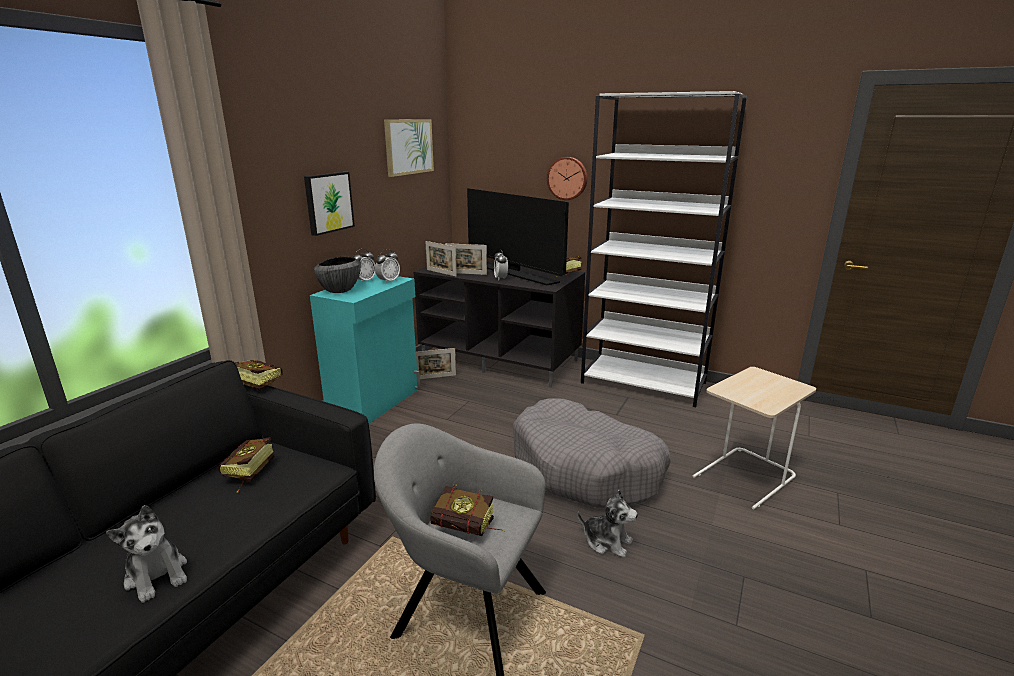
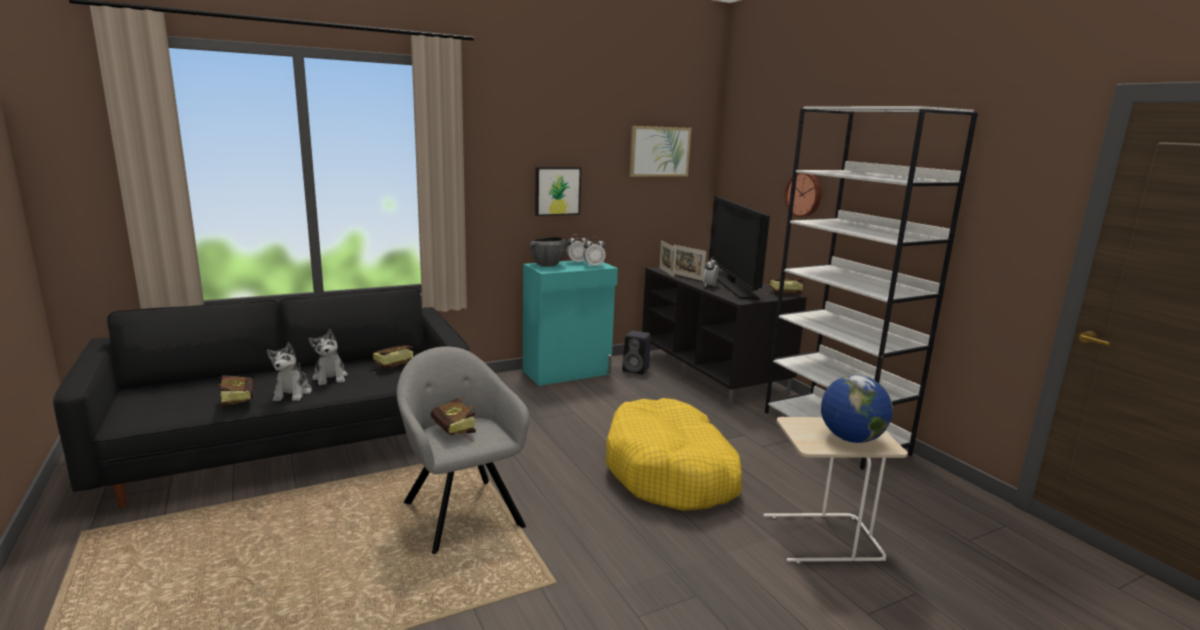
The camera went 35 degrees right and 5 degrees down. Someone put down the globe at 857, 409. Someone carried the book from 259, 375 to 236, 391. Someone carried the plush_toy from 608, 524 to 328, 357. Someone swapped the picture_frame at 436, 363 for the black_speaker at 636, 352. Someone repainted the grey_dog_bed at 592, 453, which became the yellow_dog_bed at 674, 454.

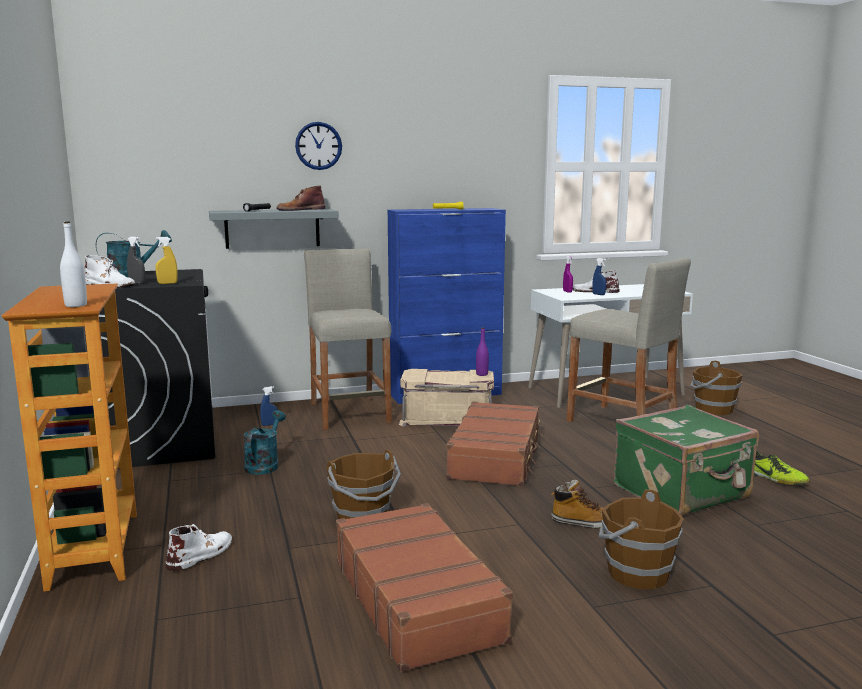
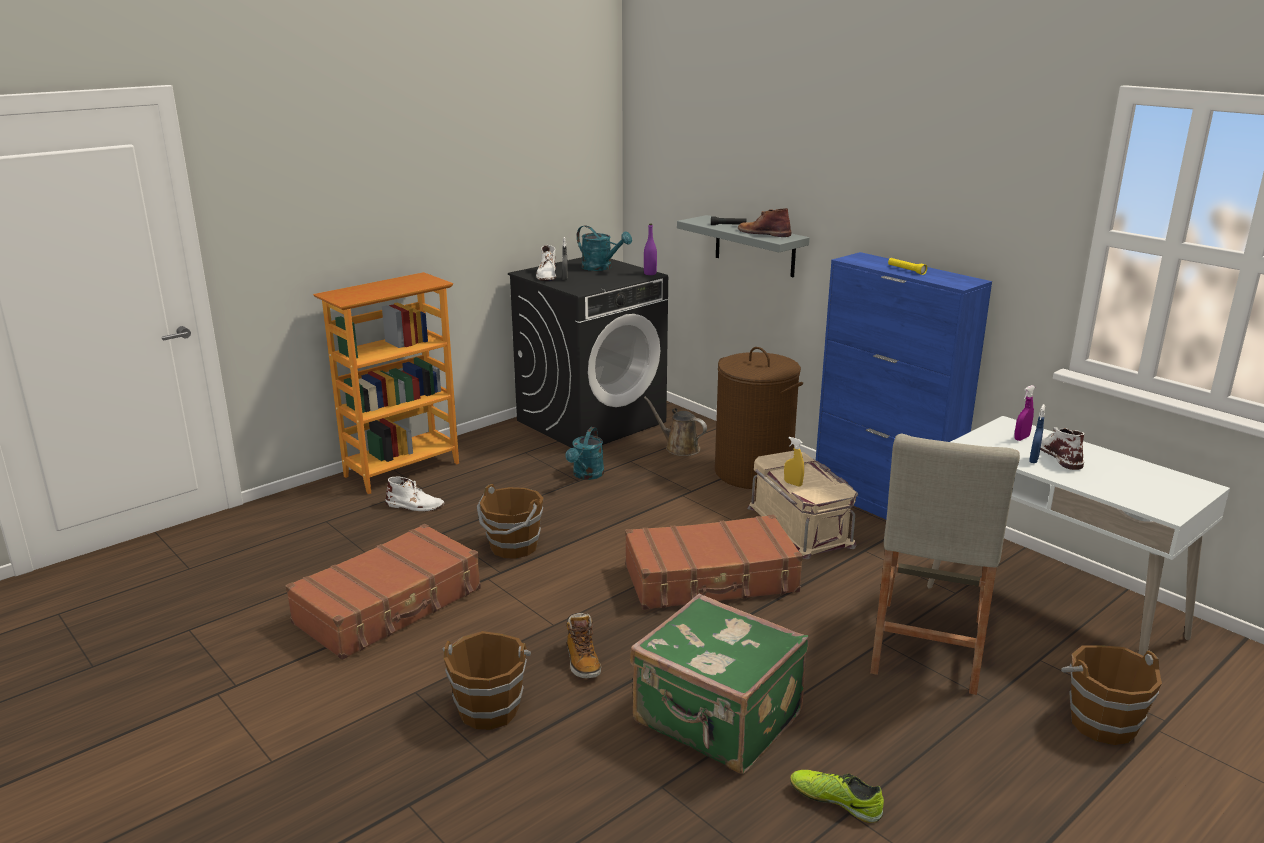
The camera went 65 degrees right and 10 degrees up. Someone took away the white_bottle at 73, 264. Someone took away the wall_clock at 318, 146. Someone carried the yellow_spray_bottle from 166, 260 to 794, 462. Someone carried the purple_bottle from 482, 352 to 650, 249. Someone swapped the blue_spray_bottle at 268, 406 for the brown_watering_can at 675, 426. Someone swapped the beige_stool at 347, 339 for the brown_laundry_basket at 759, 418. Someone rotated the turquoise_watering_can at 265, 442 by 120 degrees clockwise. Someone rotated the shoe at 782, 467 by 90 degrees clockwise.

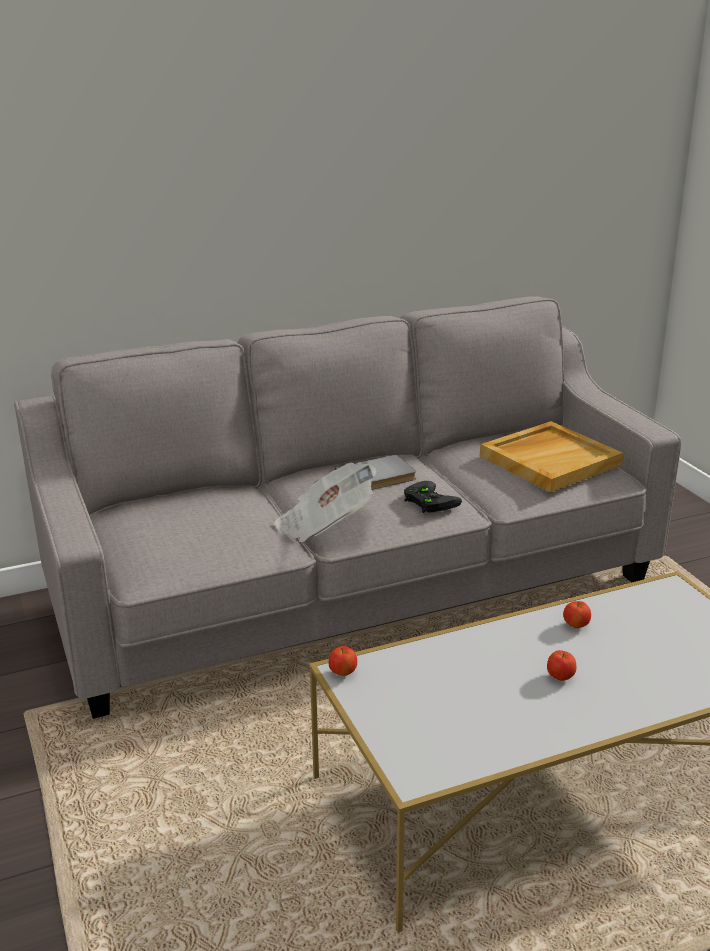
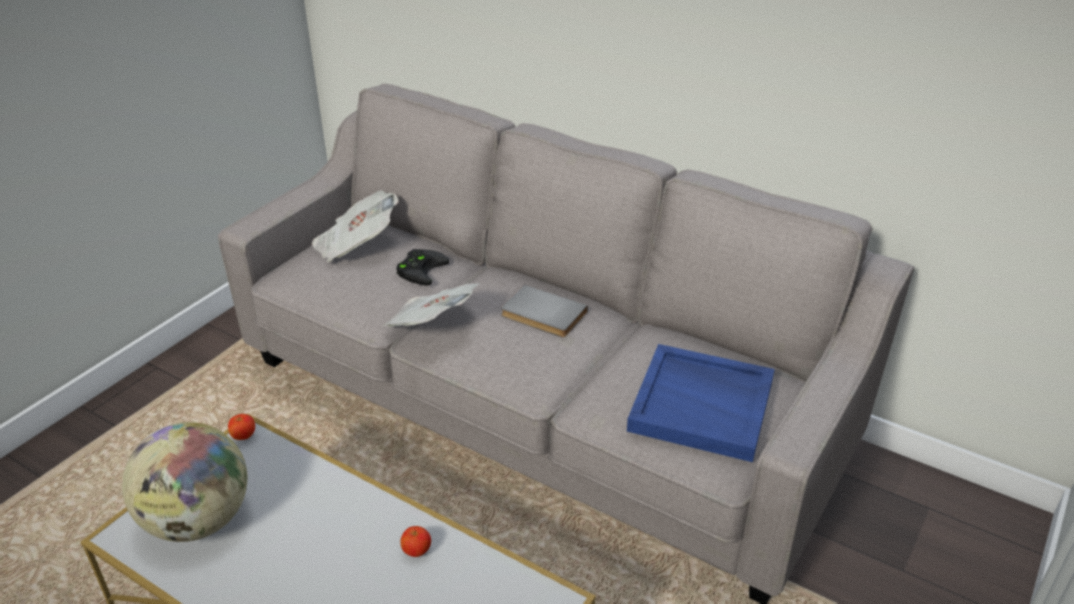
The camera went 55 degrees right and 10 degrees up. Someone took away the apple at 561, 665. Someone put down the globe at 184, 482. Someone put down the newspaper at 355, 226. Someone carried the black_game_controller from 433, 497 to 422, 267. Someone repainted the beige_tray at 551, 456, which became the blue_tray at 701, 403.

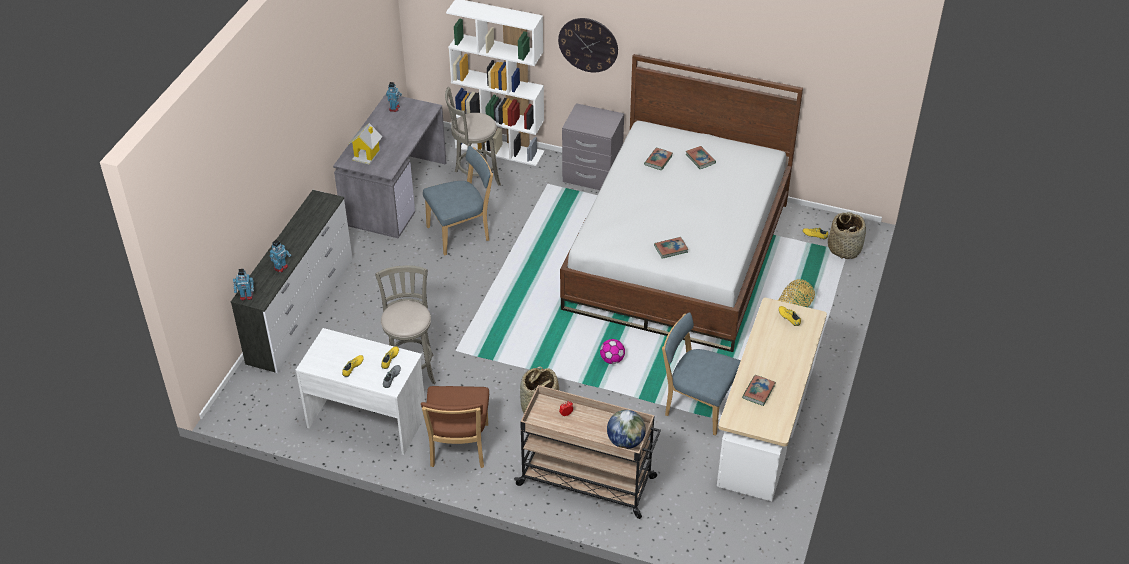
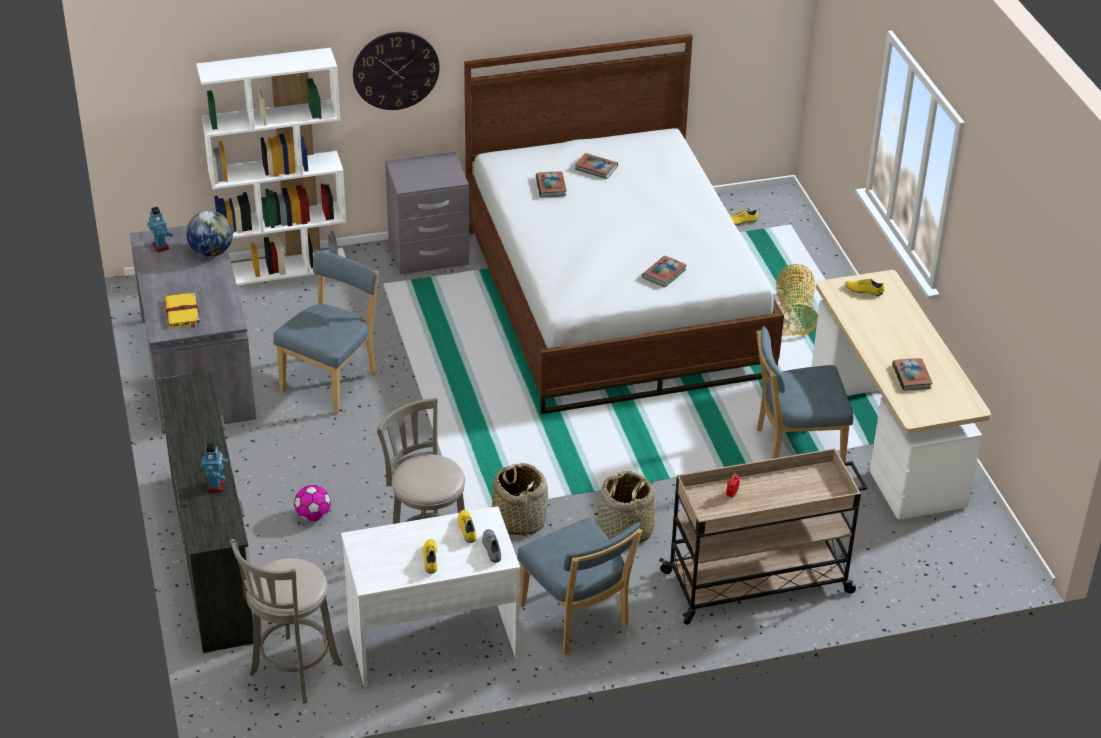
The camera went 35 degrees left and 5 degrees down. Someone took away the toy_robot at 243, 285. Someone carried the grey_stool from 473, 136 to 286, 621. Someone carried the football from 612, 351 to 312, 503. Someone carried the globe from 626, 429 to 209, 234. Someone carried the basket from 847, 235 to 520, 499. Someone swapped the toy_house at 365, 144 for the yellow_book at 183, 310. Someone repainted the brown_chair at 455, 427, which became the blue_chair at 579, 586.

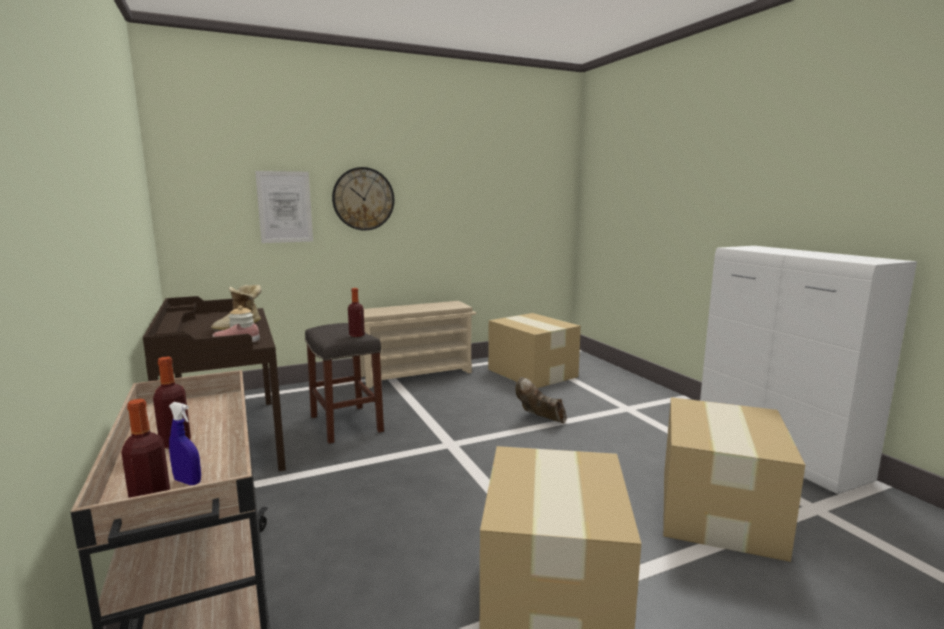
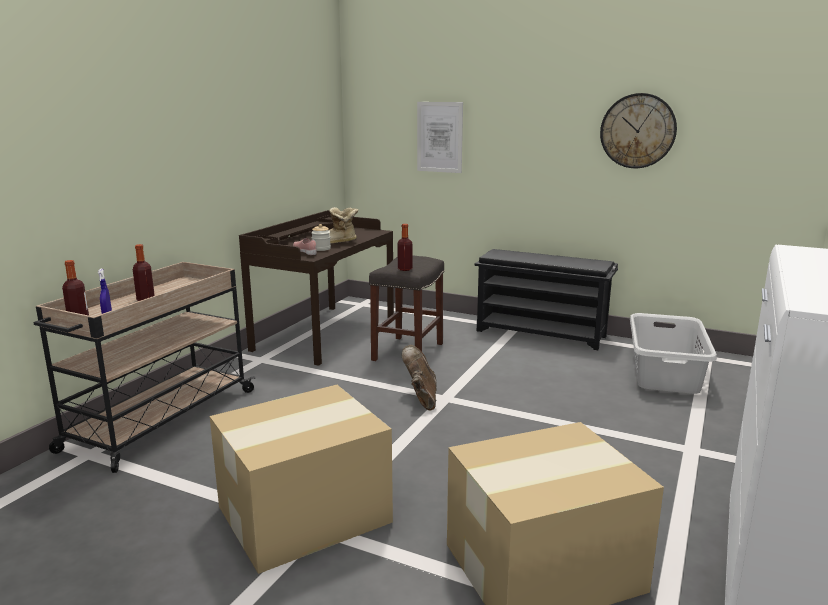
The camera went 50 degrees right and 5 degrees up. Someone carried the wall_clock from 363, 199 to 638, 130. Someone carried the brown_boot from 541, 400 to 419, 377. Someone swapped the cardboard_box at 534, 350 for the grey_laundry_basket at 673, 353. Someone repainted the beige_shoe_rack at 418, 344, which became the black_shoe_rack at 546, 299.

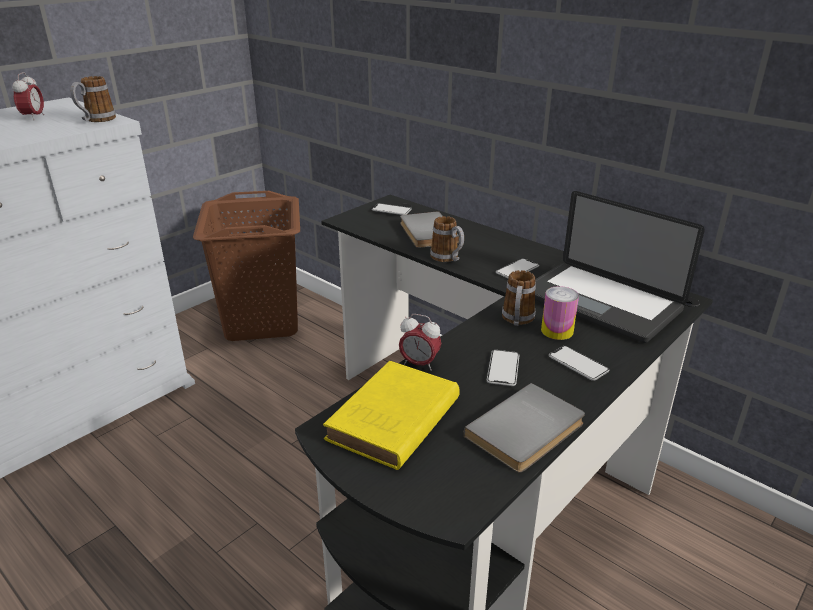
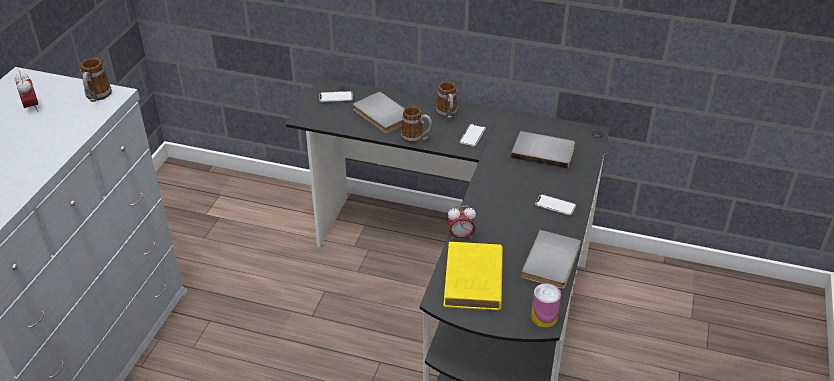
The camera went 25 degrees left and 10 degrees up. Someone took away the brown_laundry_basket at 246, 266. Someone took away the phone at 503, 368. Someone carried the mug from 519, 298 to 447, 100. Someone carried the can from 560, 313 to 546, 305. Someone swapped the laptop at 620, 267 for the grey_book at 543, 150.

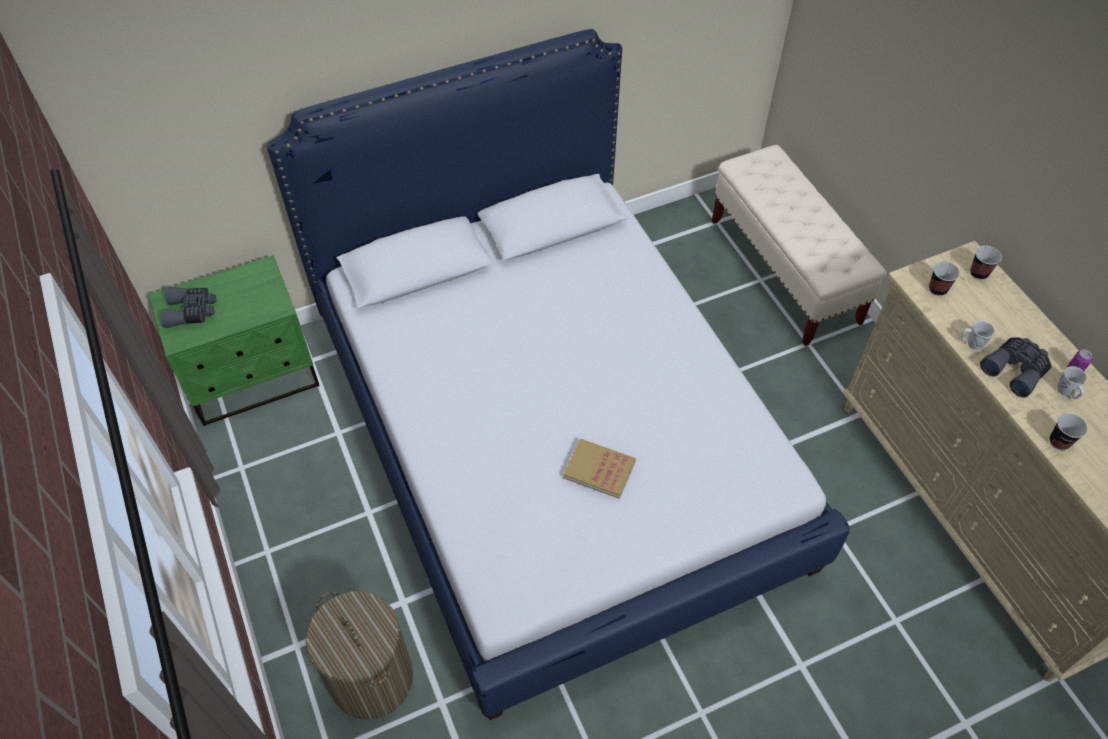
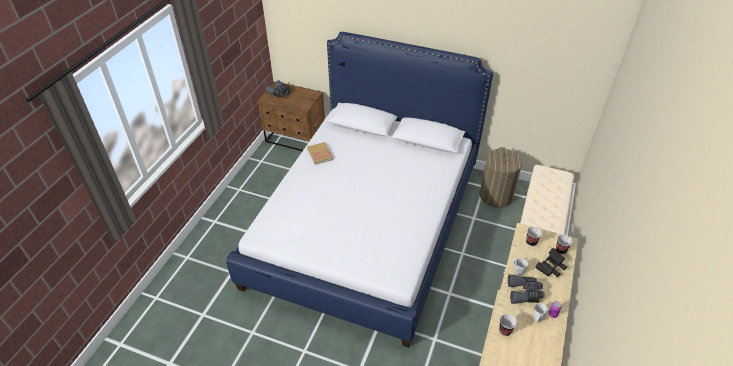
The camera went 45 degrees right and 10 degrees down. Someone put down the black_binoculars at 551, 263. Someone carried the laundry_basket from 359, 655 to 501, 177. Someone carried the book from 599, 469 to 320, 153. Someone repainted the green_nightstand at 234, 340, which became the brown_nightstand at 291, 116.

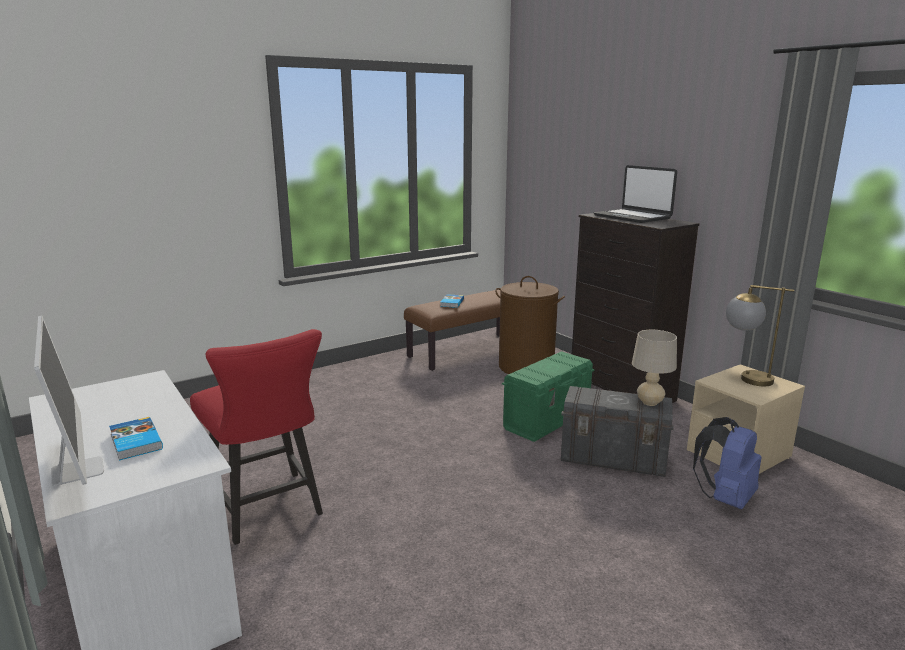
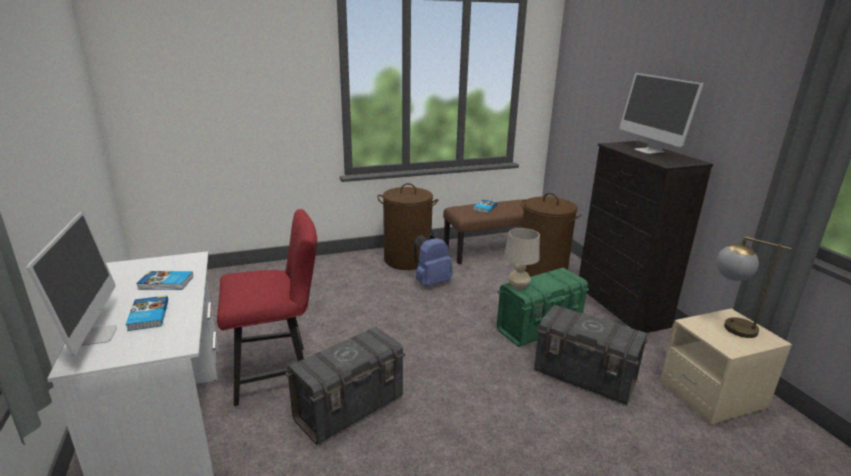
The camera went 15 degrees right and 5 degrees up. Someone put down the book at 164, 280. Someone put down the grey_storage_box at 345, 386. Someone put down the brown_laundry_basket at 407, 226. Someone carried the beige_table_lamp from 654, 368 to 522, 258. Someone carried the blue_backpack from 727, 463 to 433, 259. Someone swapped the laptop at 635, 194 for the monitor at 661, 113. Someone rotated the red_chair at 256, 437 by 90 degrees counterclockwise.

